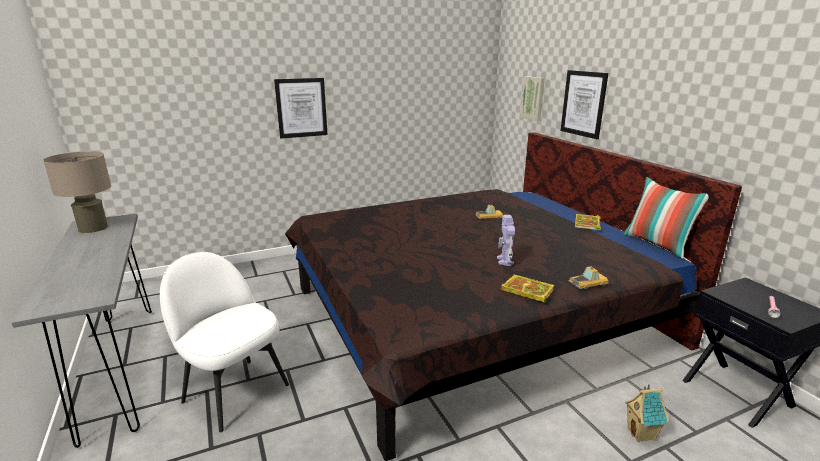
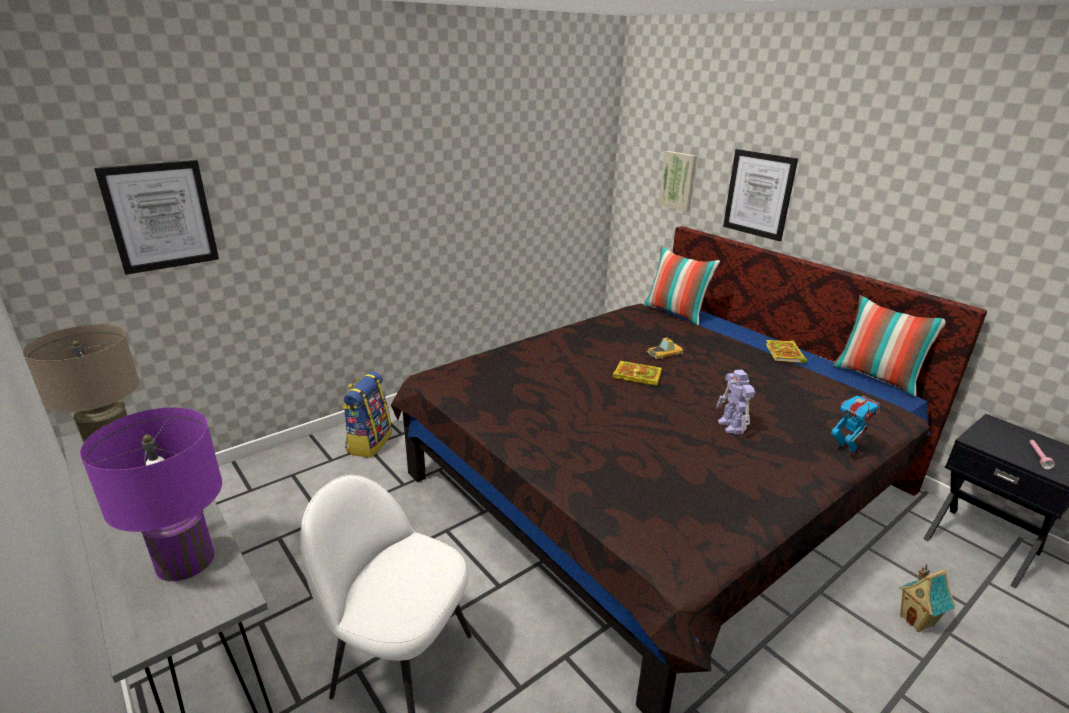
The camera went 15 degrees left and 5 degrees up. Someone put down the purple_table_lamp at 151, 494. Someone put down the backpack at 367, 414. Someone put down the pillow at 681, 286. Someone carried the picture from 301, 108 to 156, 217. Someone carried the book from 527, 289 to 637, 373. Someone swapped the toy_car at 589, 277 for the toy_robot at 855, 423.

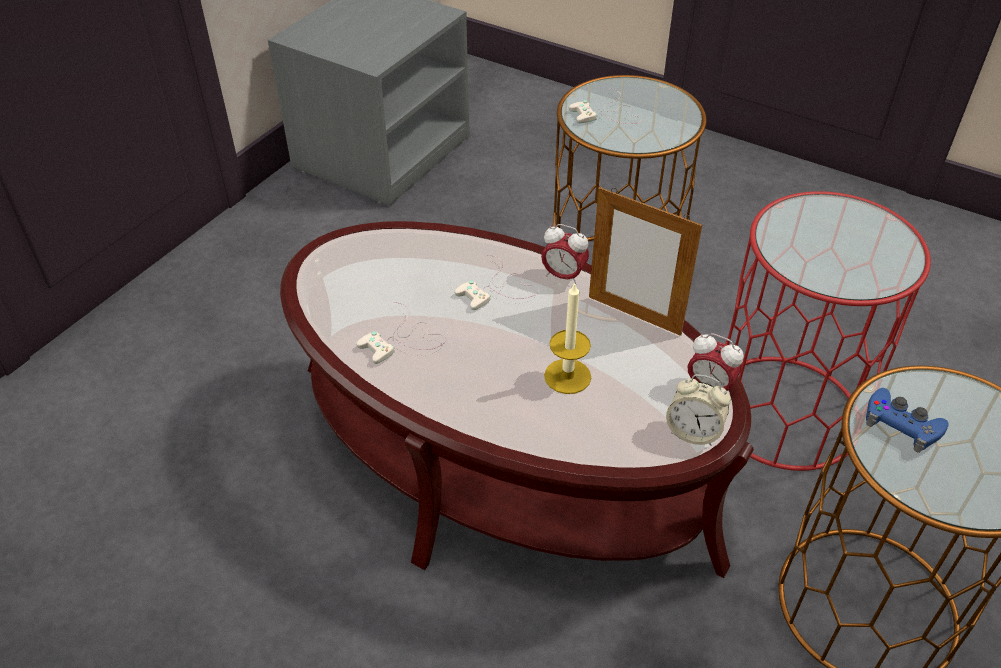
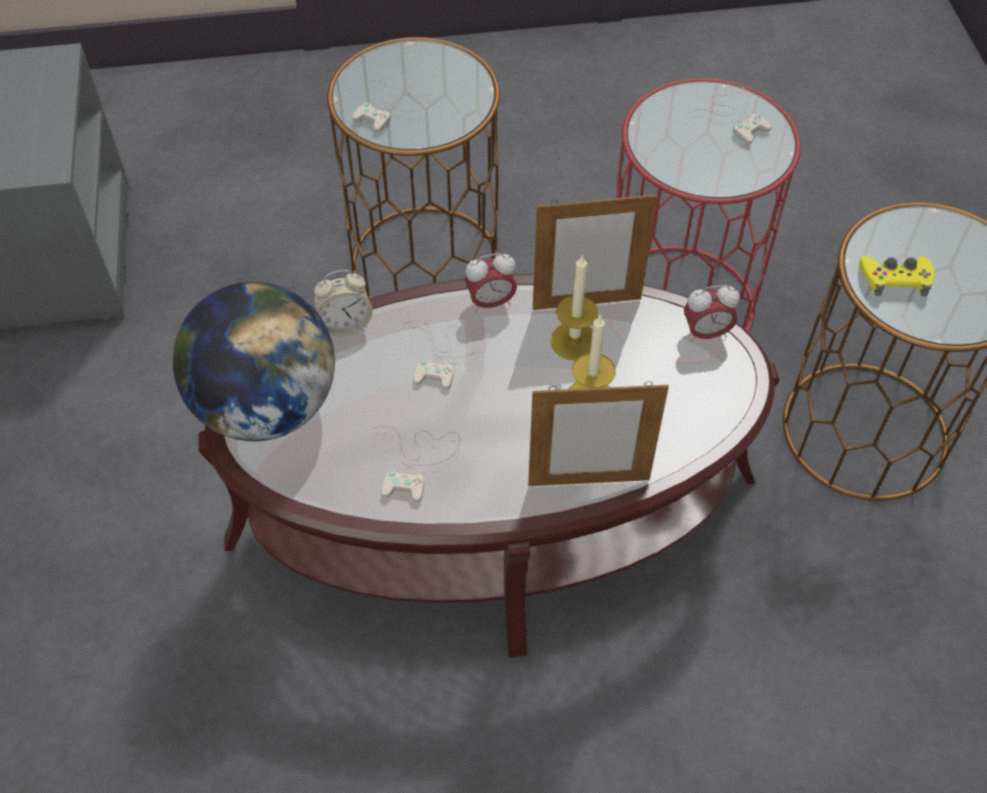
The camera went 40 degrees left and 10 degrees up. Someone put down the globe at 254, 361. Someone put down the picture_frame at 598, 433. Someone put down the candle at 574, 308. Someone put down the white_game_controller at 729, 113. Someone carried the alarm_clock from 698, 410 to 343, 303. Someone repainted the blue_game_controller at 907, 420, which became the yellow_game_controller at 897, 276.

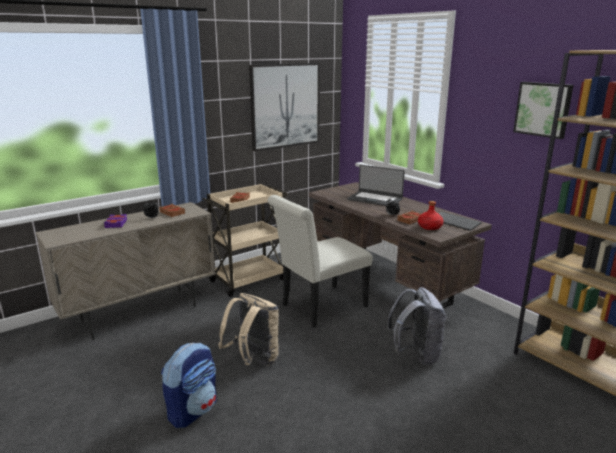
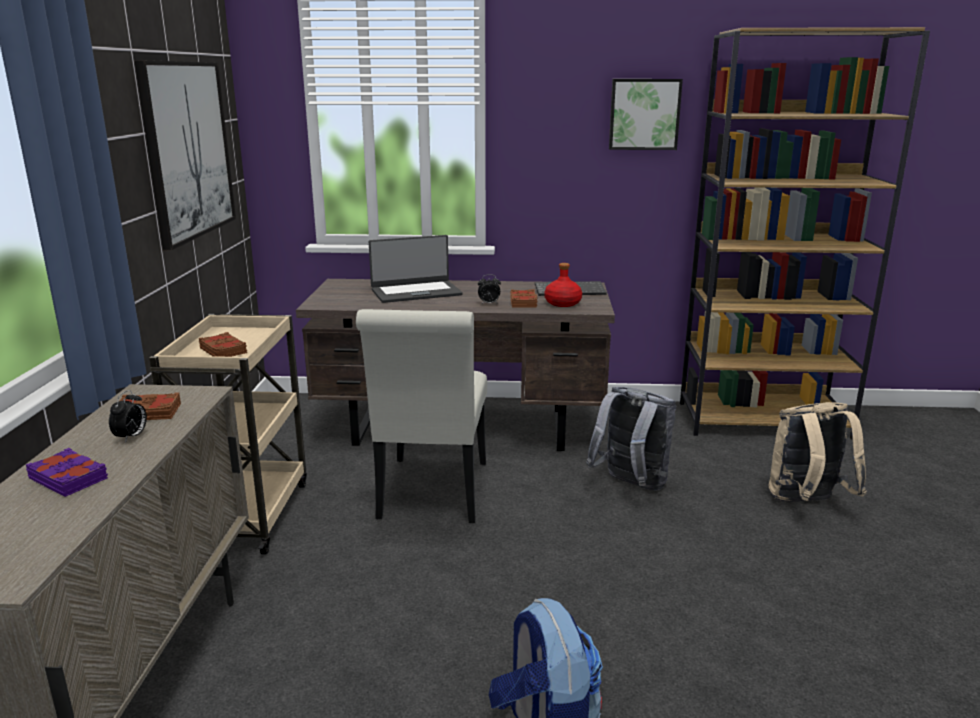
The camera went 50 degrees left and 0 degrees up. Someone carried the beige_backpack from 248, 329 to 818, 452.

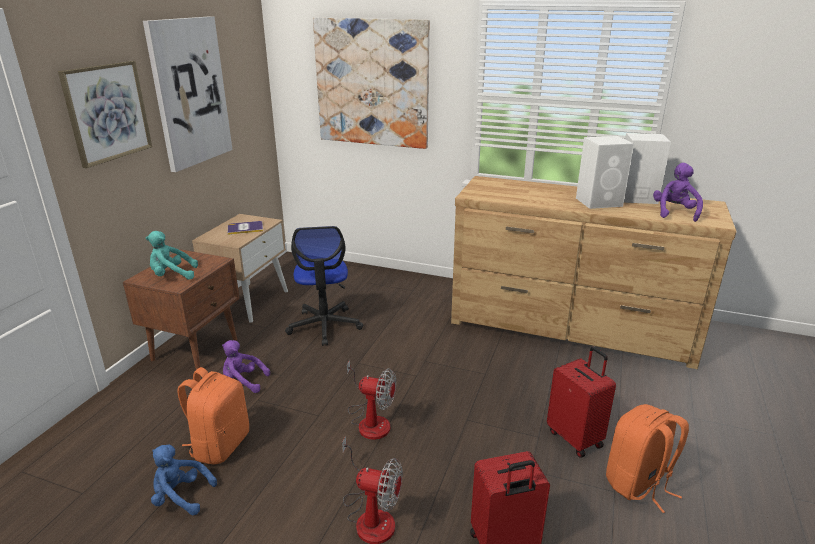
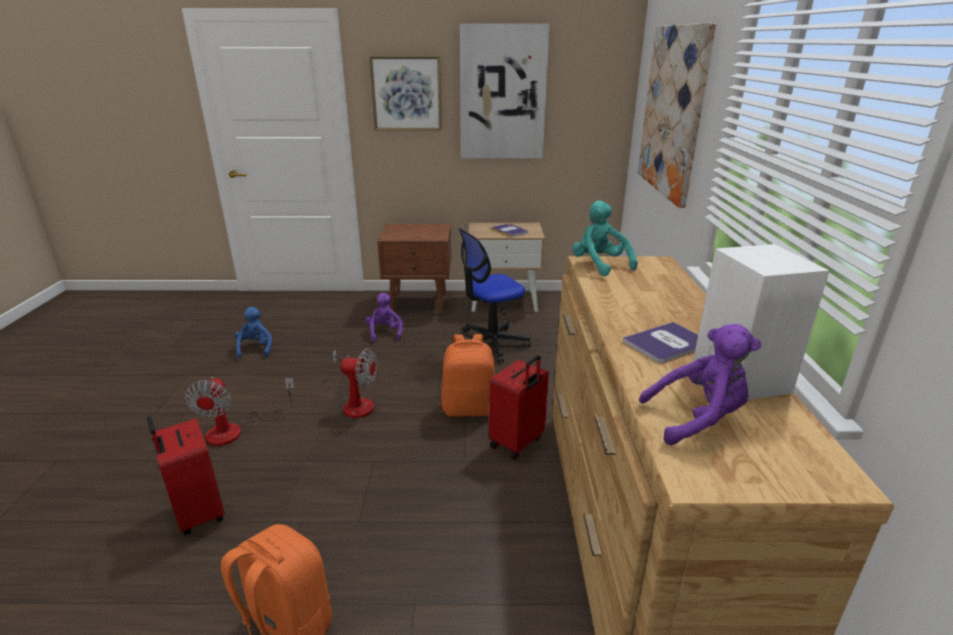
The camera went 70 degrees right and 0 degrees up. Someone carried the turquoise_plush_toy from 172, 255 to 605, 238. Someone carried the orange_backpack from 213, 415 to 468, 375. Someone carried the red_suitcase from 581, 402 to 519, 407. Someone swapped the white_speaker at 605, 172 for the book at 660, 342. Someone rotated the fan at 371, 400 by 75 degrees counterclockwise.

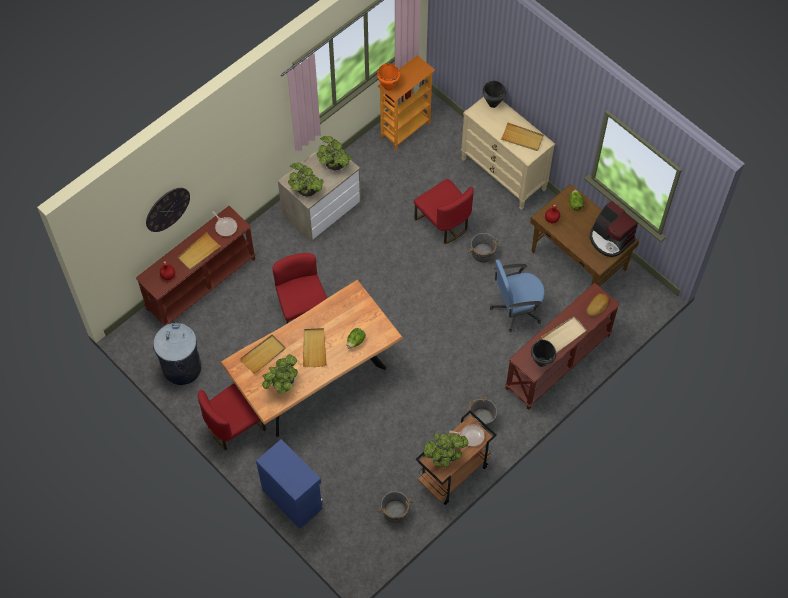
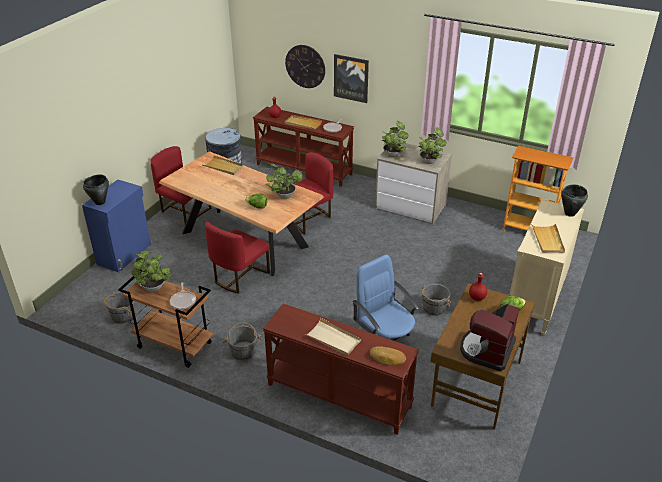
The camera went 70 degrees right and 25 degrees down. Someone took away the beige_tray at 315, 347. Someone took away the orange_cooking_pot at 388, 77. Someone put up the picture at 351, 78. Someone carried the potted_plant from 280, 374 to 283, 181. Someone carried the red_chair from 443, 211 to 237, 258. Someone carried the black_cooking_pot from 543, 353 to 96, 189.

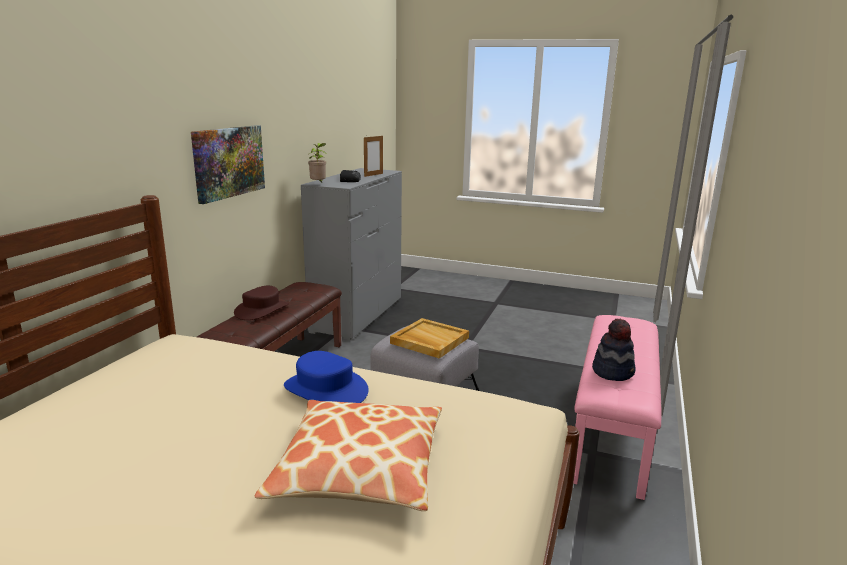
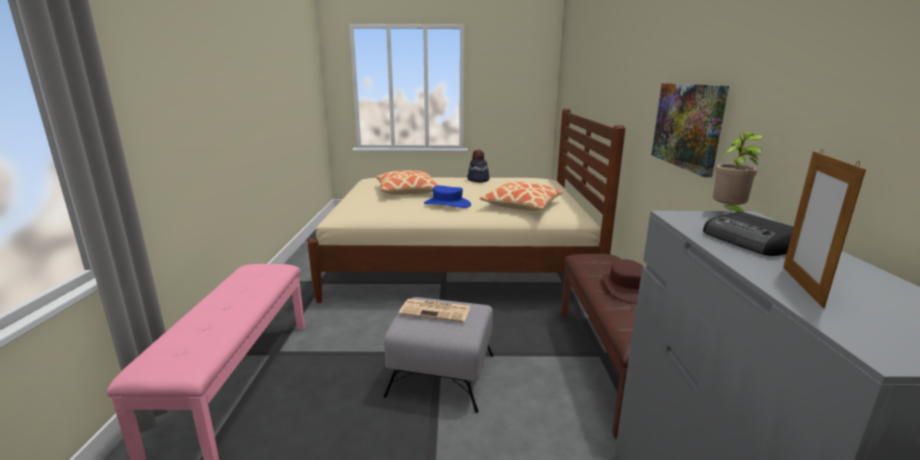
The camera went 160 degrees right and 0 degrees up. Someone put down the pillow at 521, 196. Someone carried the hat from 614, 349 to 478, 166. Someone swapped the beige_tray at 429, 338 for the newspaper at 434, 310.

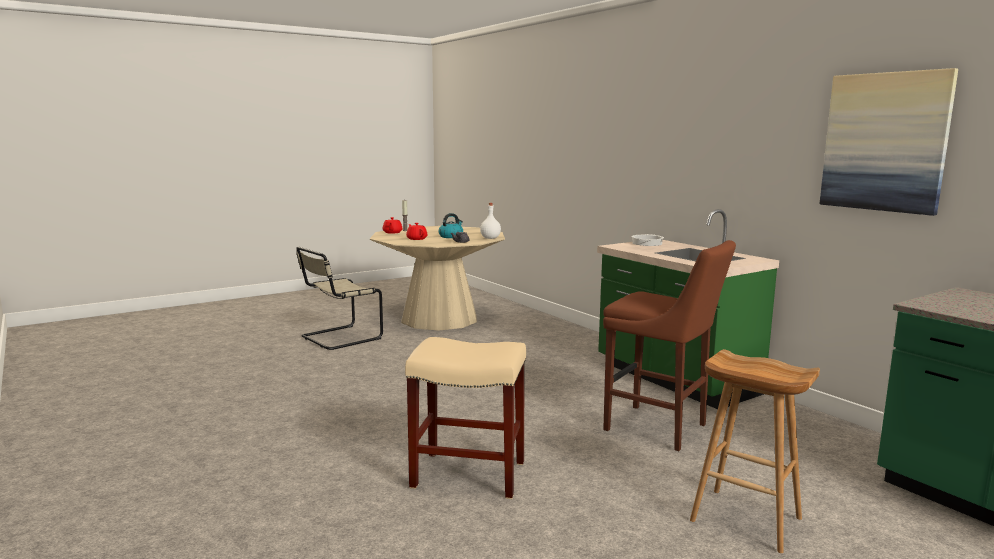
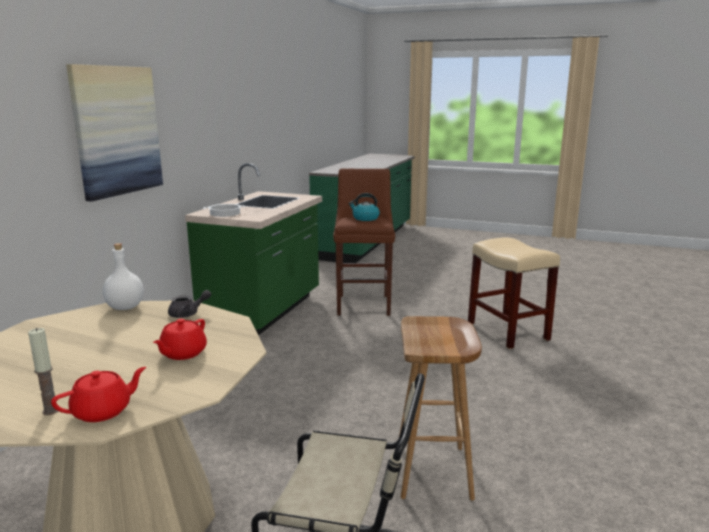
The camera went 125 degrees left and 5 degrees up. Someone carried the kettle from 451, 225 to 364, 207. Someone carried the brown_stool from 755, 451 to 440, 408. Someone carried the picture from 889, 142 to 114, 133.

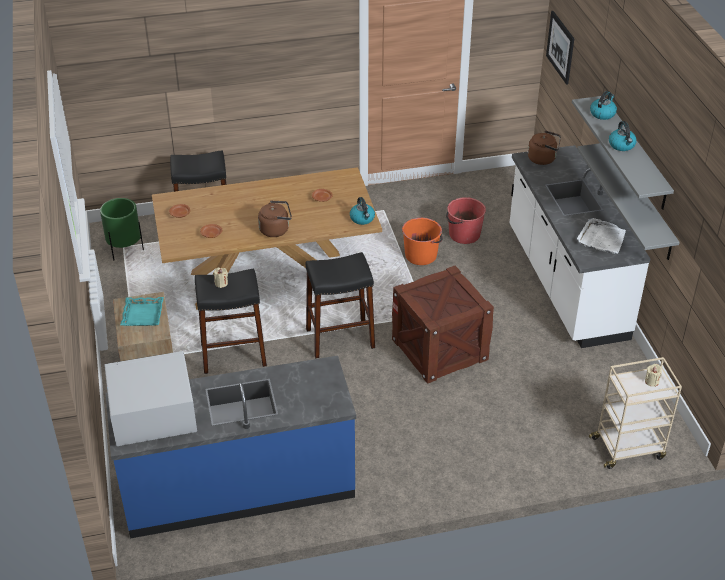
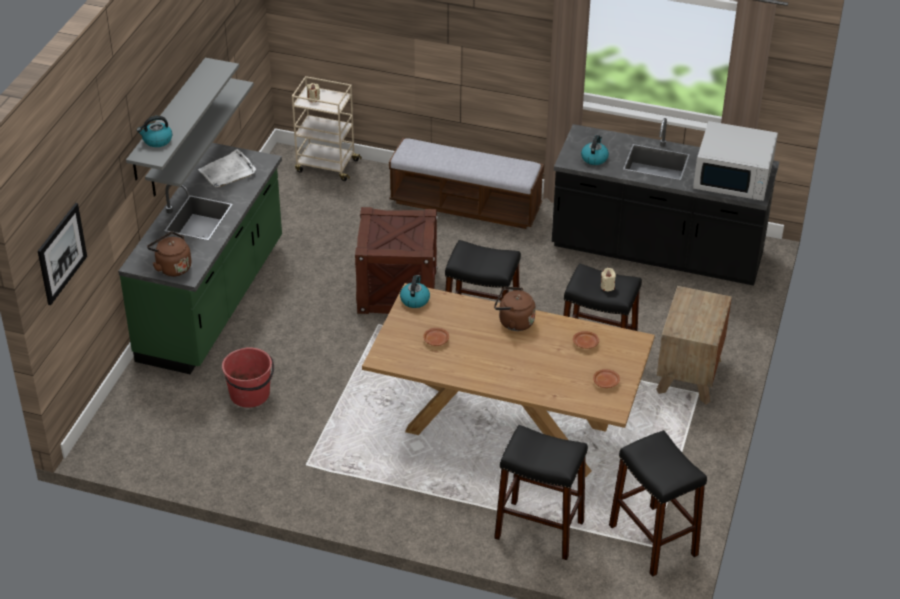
The camera went 150 degrees left and 0 degrees up. Someone took away the turquoise_tray at 142, 311. Someone took away the orange_bucket at 422, 241. Someone put down the bench at 466, 183. Someone carried the kettle from 623, 136 to 595, 150. Someone swapped the green_planter at 122, 229 for the black_stool at 658, 503. Someone repainted the blue_counter at 231, 447, which became the black_counter at 665, 202. Someone repainted the white_counter at 580, 246, which became the green_counter at 200, 258.

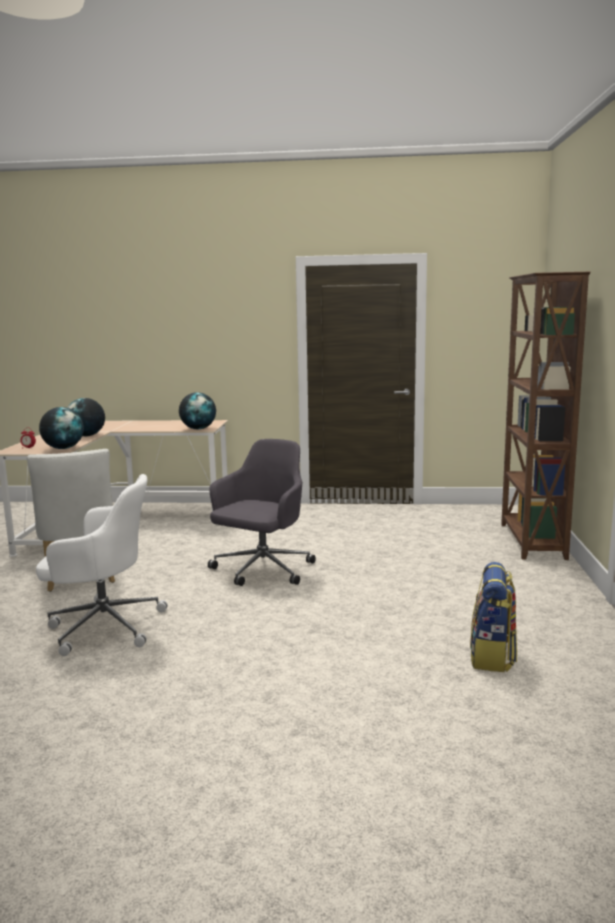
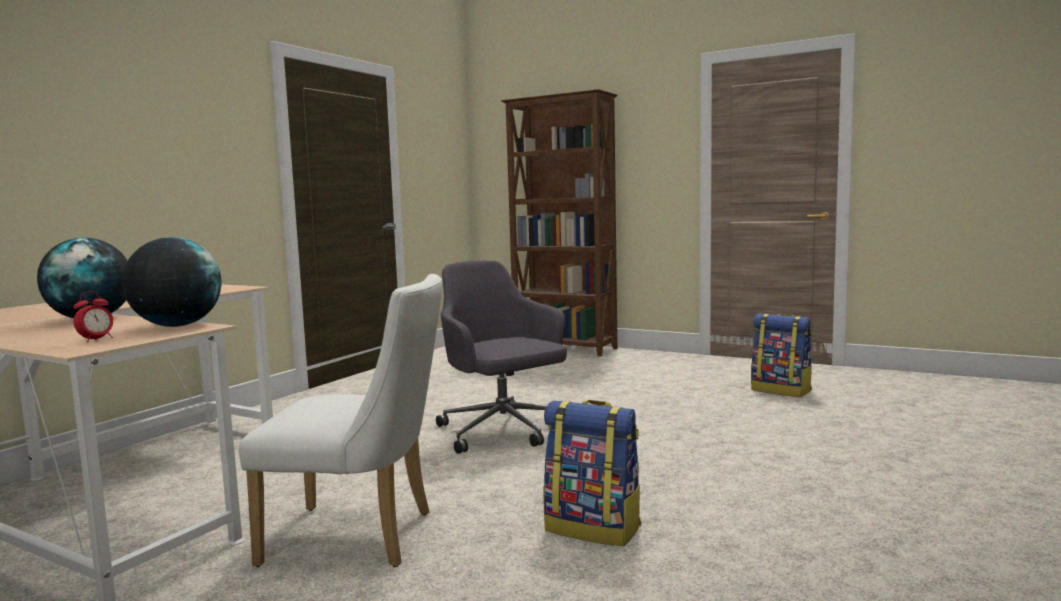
The camera went 65 degrees left and 5 degrees down. Someone took away the globe at 197, 410. Someone swapped the white_office_chair at 102, 565 for the backpack at 592, 473.

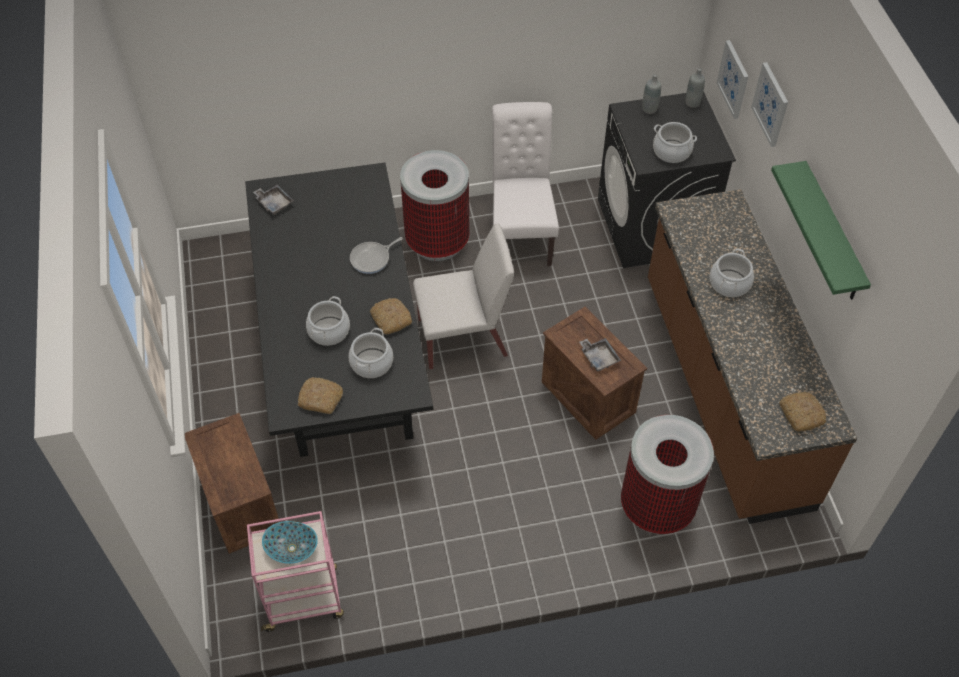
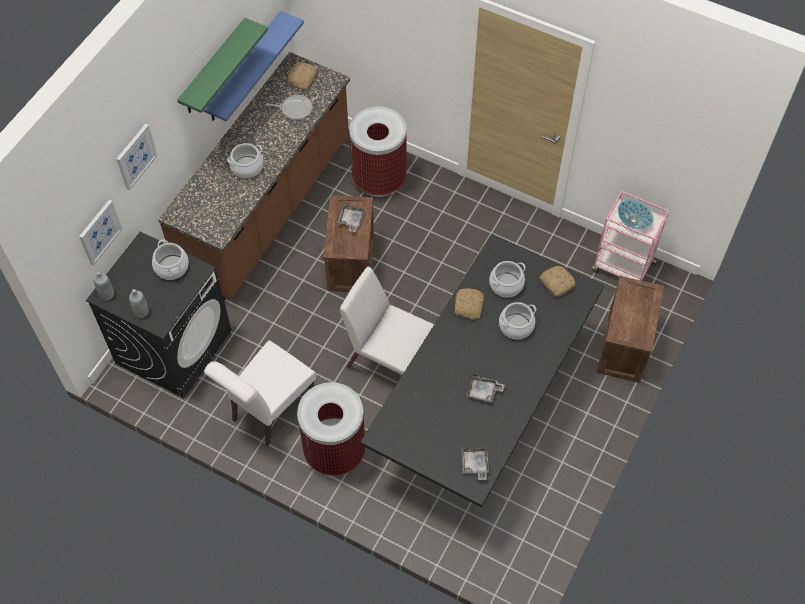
The camera went 140 degrees left and 5 degrees up. Someone put up the blue_shelf at 253, 66. Someone put down the grey_tray at 486, 388. Someone carried the frying_pan from 376, 255 to 289, 107.

